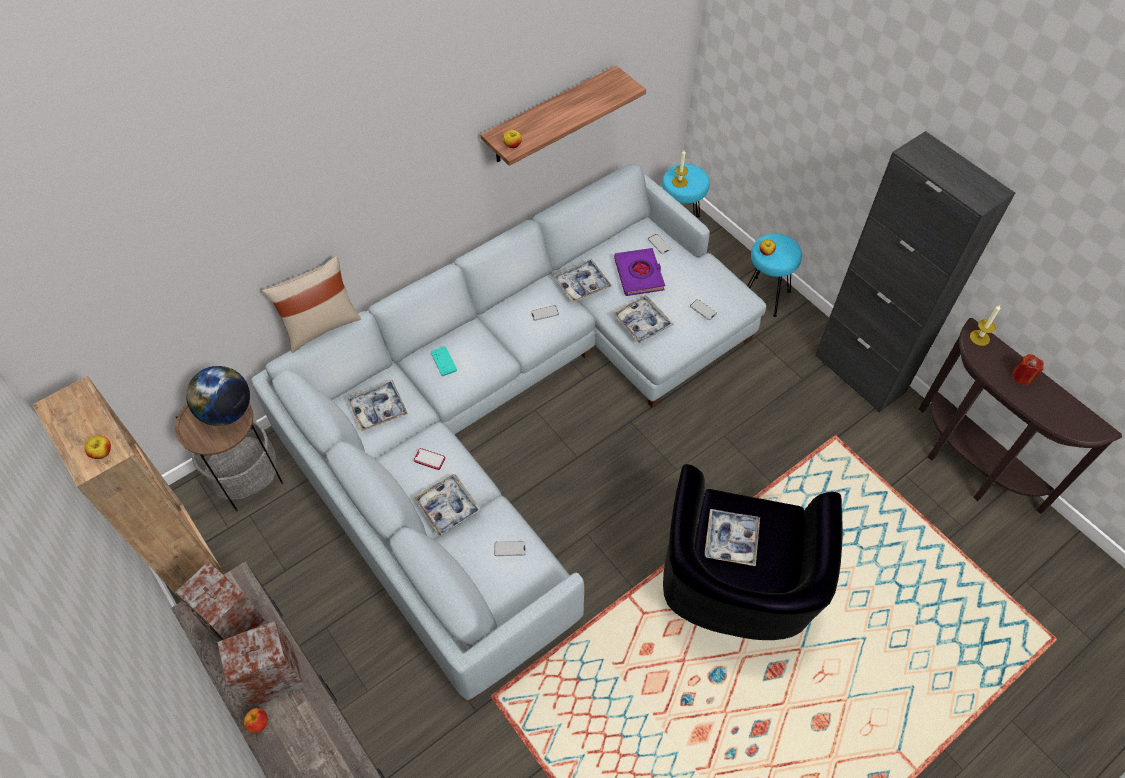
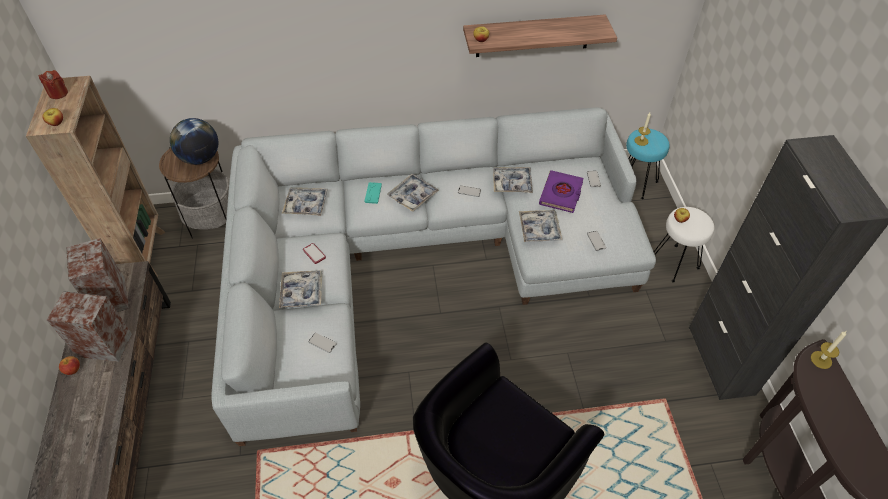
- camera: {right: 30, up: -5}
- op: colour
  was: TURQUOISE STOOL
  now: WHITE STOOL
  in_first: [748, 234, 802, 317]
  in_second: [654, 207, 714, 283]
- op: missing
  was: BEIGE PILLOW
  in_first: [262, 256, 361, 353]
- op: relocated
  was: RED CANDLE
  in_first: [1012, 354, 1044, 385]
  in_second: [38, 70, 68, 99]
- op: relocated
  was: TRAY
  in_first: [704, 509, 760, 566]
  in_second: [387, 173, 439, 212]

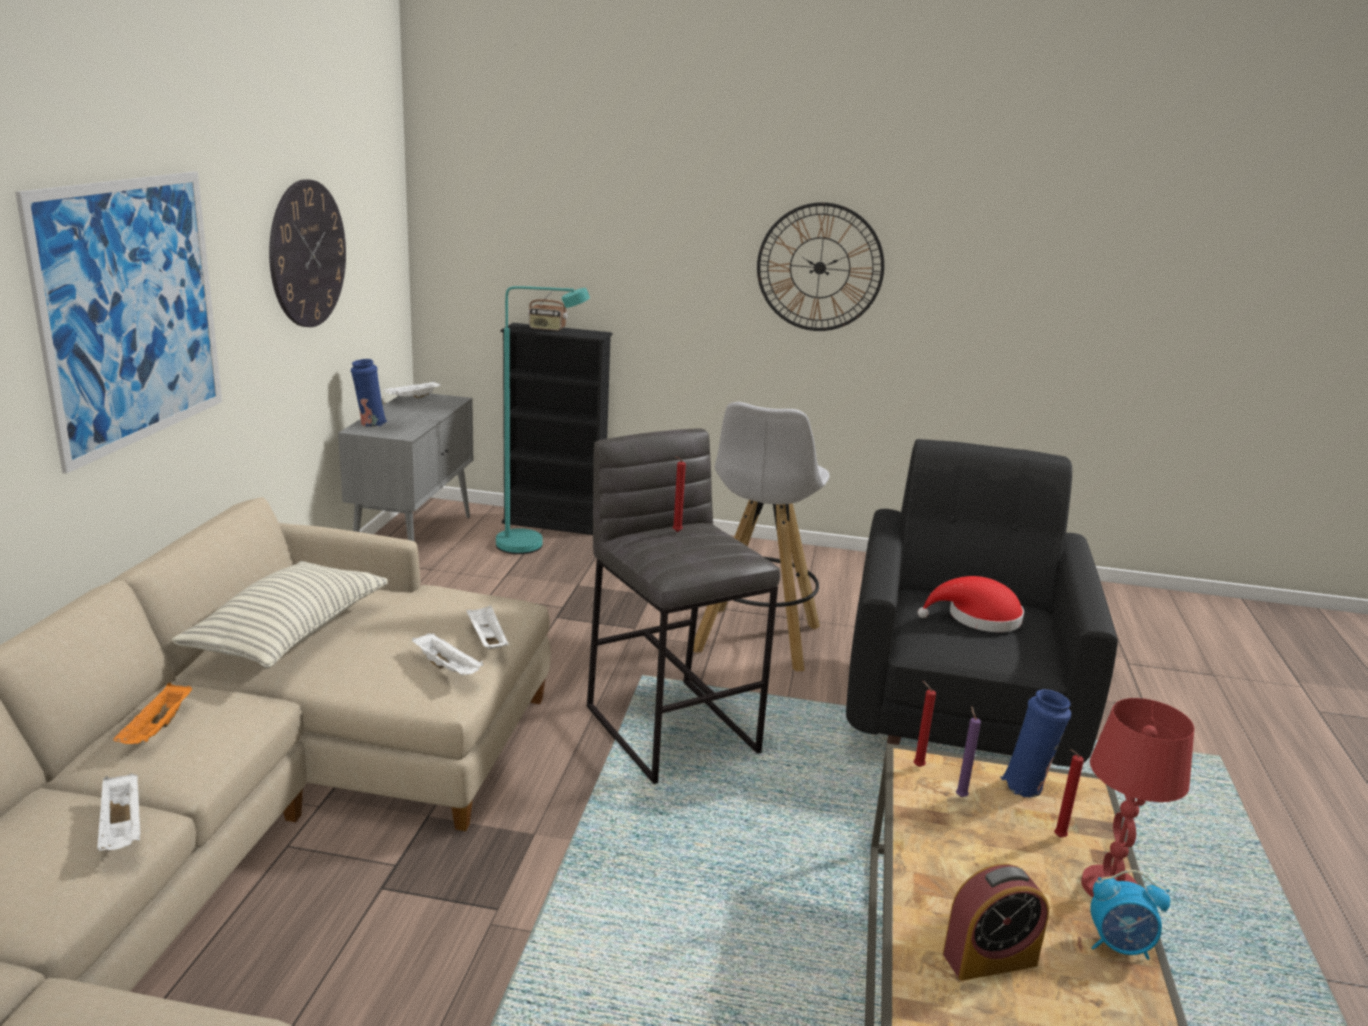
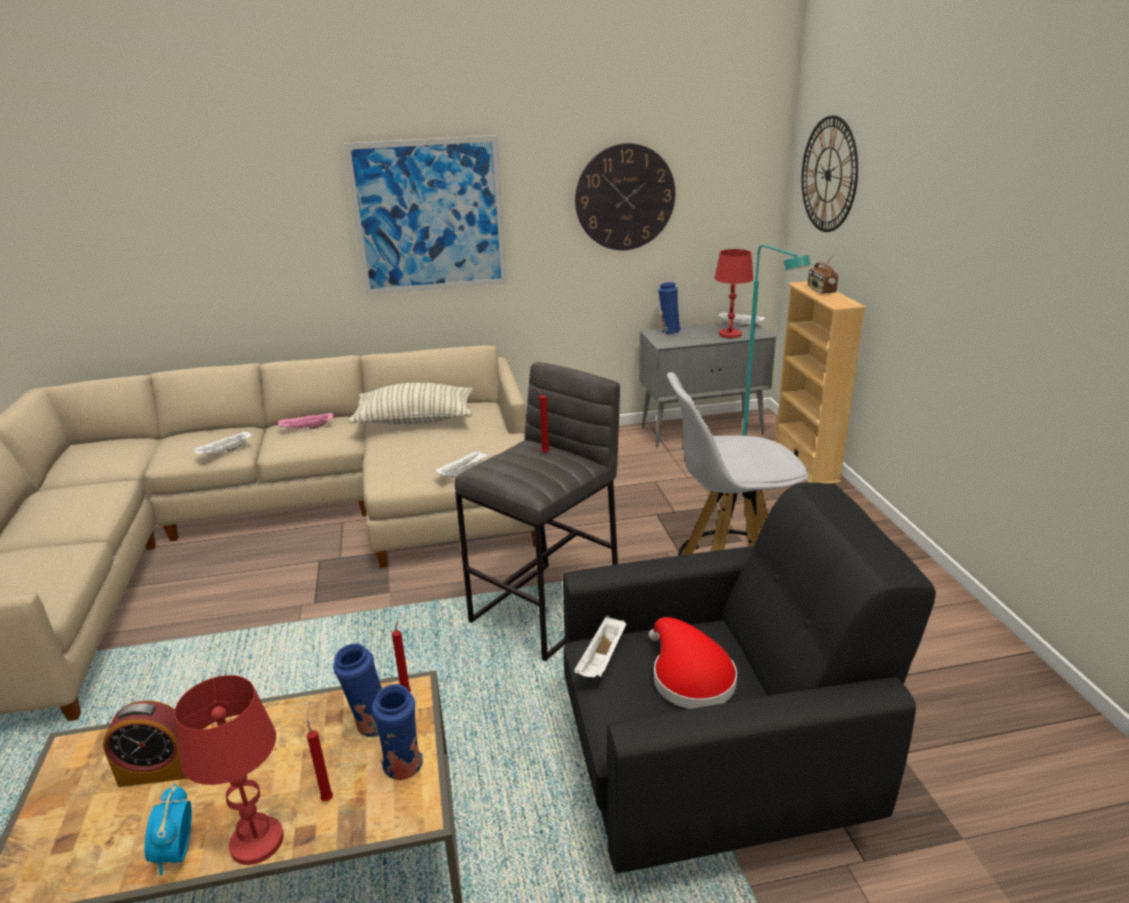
- camera: {right: 70, up: 5}
- op: relocated
  was: WALL CLOCK
  in_first: [757, 202, 884, 331]
  in_second: [802, 115, 858, 232]
- op: colour
  was: BLACK BOOKCASE
  now: BEIGE BOOKCASE
  in_first: [501, 323, 613, 535]
  in_second: [775, 281, 866, 484]
- op: relocated
  was: WHITE TRAY
  in_first: [412, 633, 483, 675]
  in_second: [574, 616, 626, 677]
- op: colour
  was: ORANGE TRAY
  now: PINK TRAY
  in_first: [113, 683, 192, 744]
  in_second: [278, 411, 333, 429]
- op: exchanged
  was: PURPLE CANDLE
  now: BLUE VASE
  in_first: [956, 706, 981, 797]
  in_second: [333, 643, 382, 737]
- op: spun
  was: ALARM CLOCK
  in_first: [943, 864, 1049, 981]
  in_second: [103, 701, 187, 787]
  clockwise: -60
- op: appeared
  now: RED TABLE LAMP
  in_second: [715, 249, 753, 339]

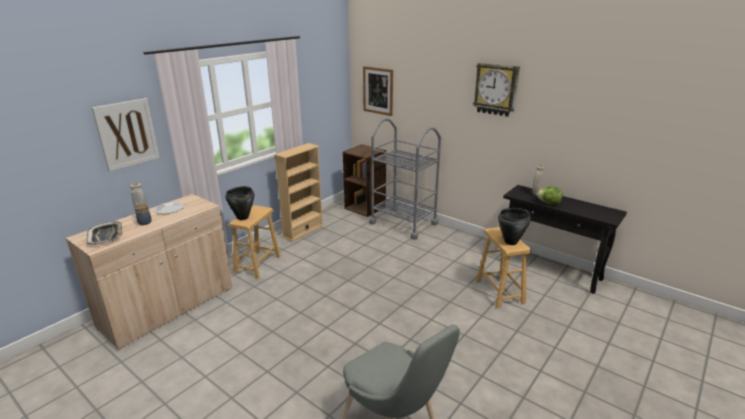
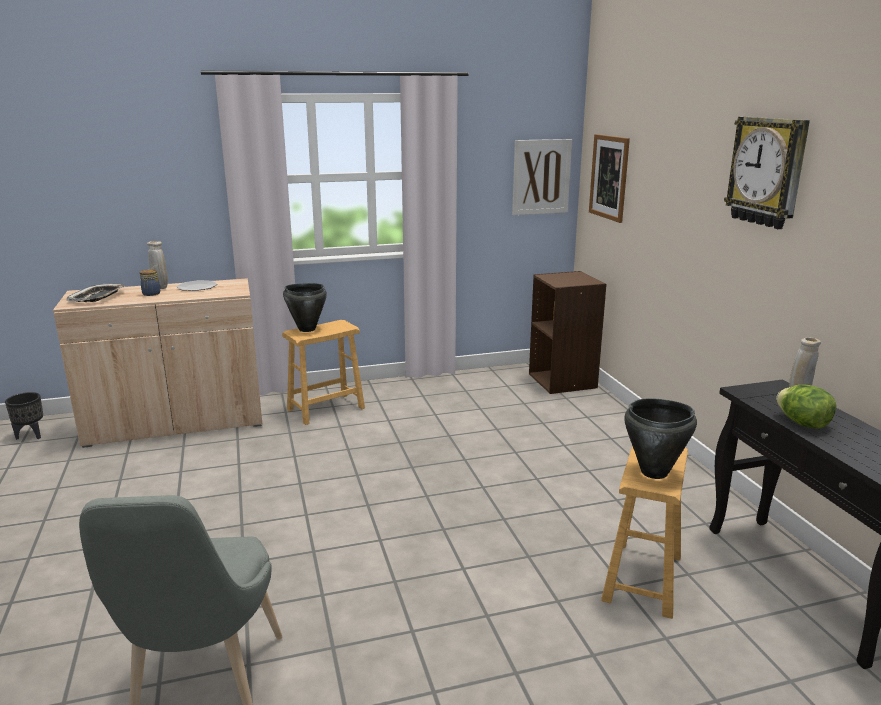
- camera: {right: 35, up: -5}
- op: relocated
  was: PICTURE
  in_first: [92, 98, 160, 172]
  in_second: [512, 139, 572, 215]
- op: missing
  was: GREY CART
  in_first: [369, 118, 441, 240]
- op: missing
  was: BEIGE BOOKCASE
  in_first: [274, 143, 324, 242]
- op: appeared
  now: BLACK PLANTER
  in_second: [5, 392, 43, 440]

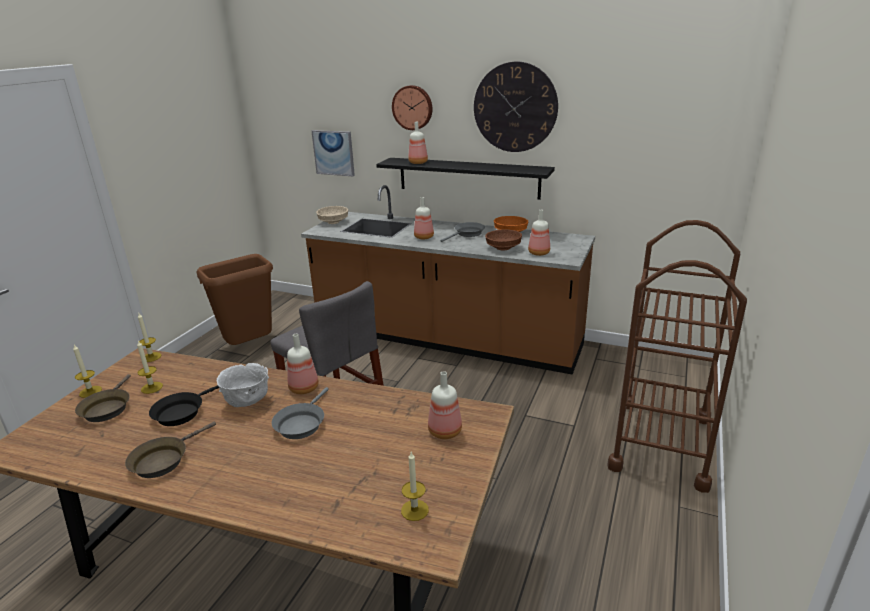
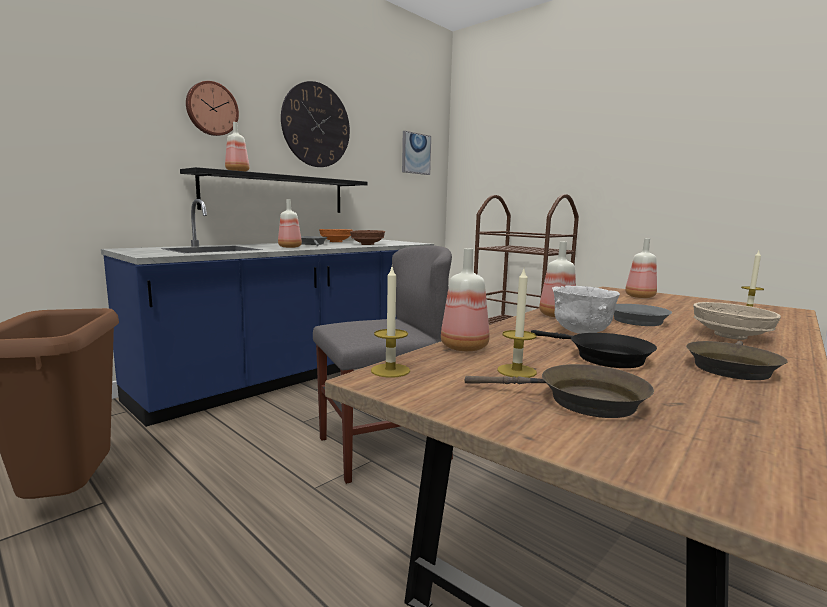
- camera: {right: -70, up: -15}
- op: relocated
  was: PICTURE
  in_first: [311, 130, 355, 176]
  in_second: [402, 131, 431, 175]
- op: colour
  was: BROWN COUNTER
  now: BLUE COUNTER
  in_first: [301, 185, 595, 375]
  in_second: [101, 199, 434, 427]
- op: relocated
  was: BEIGE BOWL
  in_first: [316, 206, 348, 224]
  in_second: [693, 302, 781, 340]
- op: relocated
  was: BOTTLE
  in_first: [528, 210, 550, 256]
  in_second: [441, 248, 489, 351]
- op: missing
  was: CANDLE
  in_first: [73, 345, 102, 398]
- op: spun
  was: BROWN FRYING PAN
  in_first: [125, 422, 216, 478]
  in_second: [686, 341, 788, 380]
  clockwise: 75

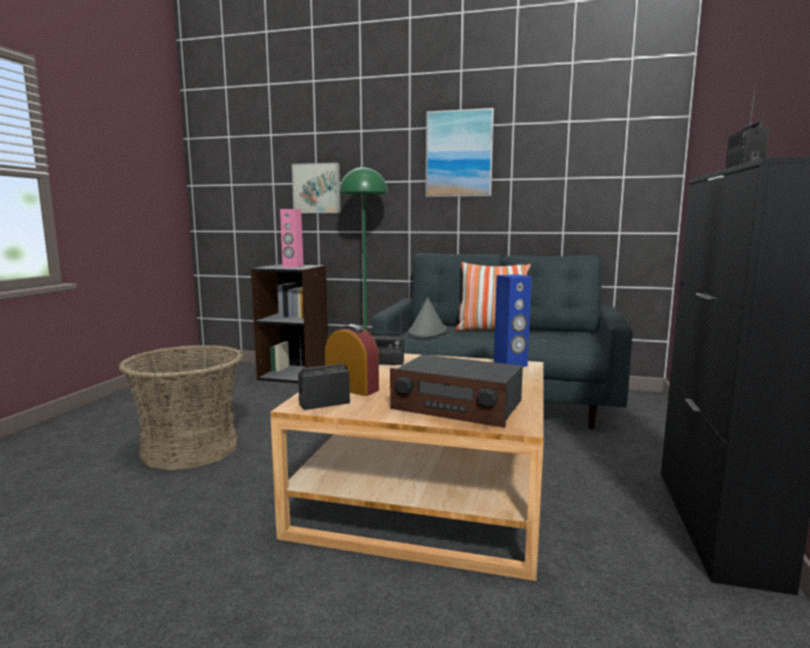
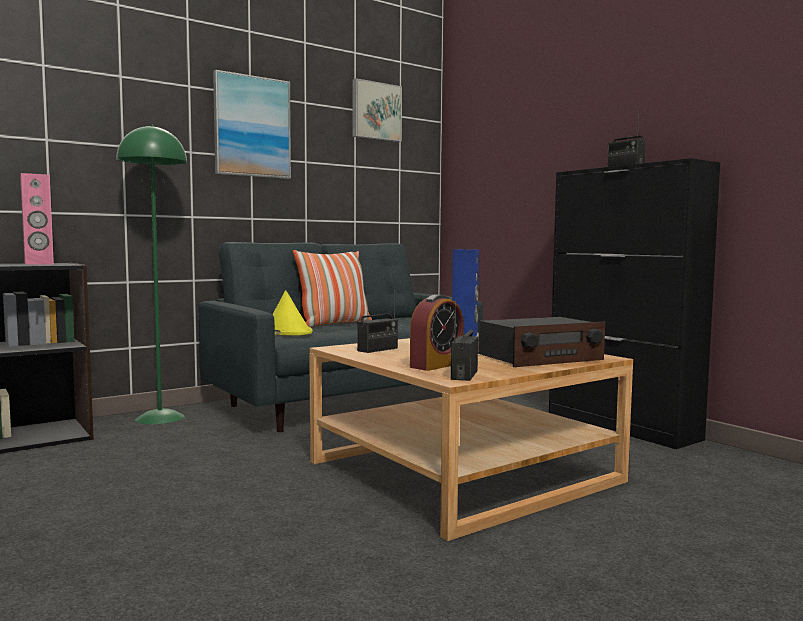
- camera: {right: -50, up: -5}
- op: relocated
  was: PICTURE
  in_first: [292, 163, 340, 213]
  in_second: [352, 78, 402, 142]
- op: colour
  was: GREY HAT
  now: YELLOW HAT
  in_first: [408, 297, 447, 337]
  in_second: [273, 290, 312, 336]
- op: spun
  was: ALARM CLOCK
  in_first: [325, 324, 379, 396]
  in_second: [410, 294, 464, 371]
  clockwise: 150
- op: missing
  was: BASKET
  in_first: [119, 345, 243, 470]

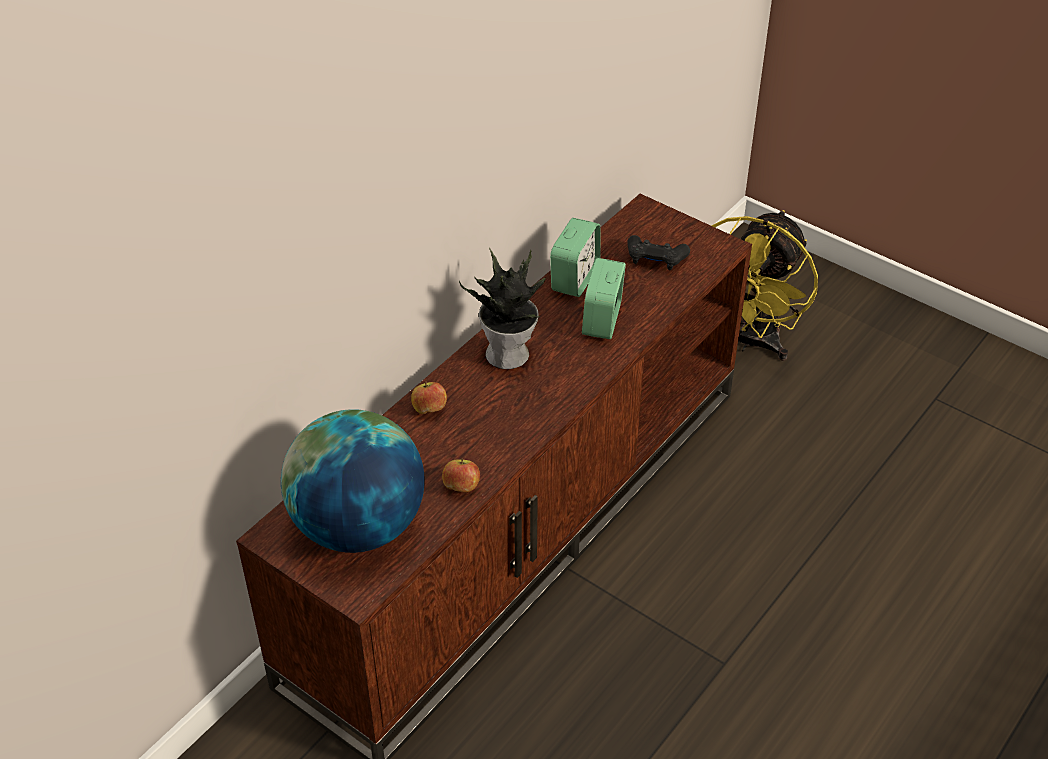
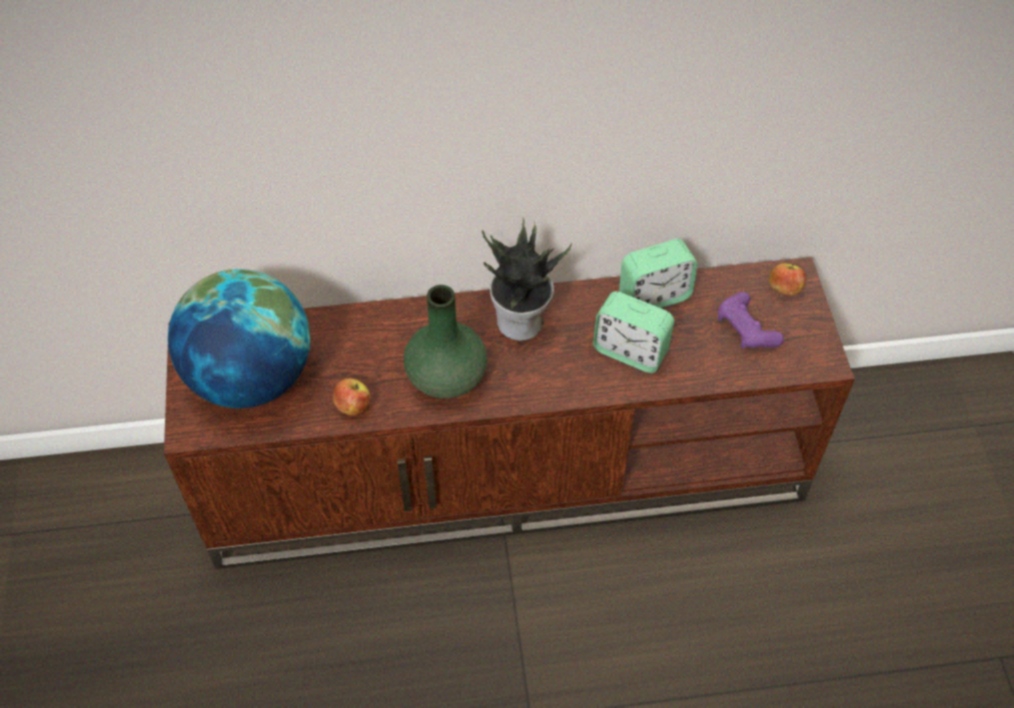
- camera: {right: 45, up: 10}
- op: missing
  was: YELLOW FAN
  in_first: [712, 210, 818, 361]
- op: colour
  was: BLACK GAME CONTROLLER
  now: PURPLE GAME CONTROLLER
  in_first: [627, 235, 690, 270]
  in_second: [718, 292, 784, 349]
- op: spun
  was: ALARM CLOCK
  in_first: [582, 258, 626, 339]
  in_second: [593, 291, 674, 373]
  clockwise: -120
- op: relocated
  was: APPLE
  in_first: [411, 382, 447, 414]
  in_second: [769, 263, 806, 296]
- op: appeared
  now: GREEN VASE
  in_second: [404, 285, 487, 399]

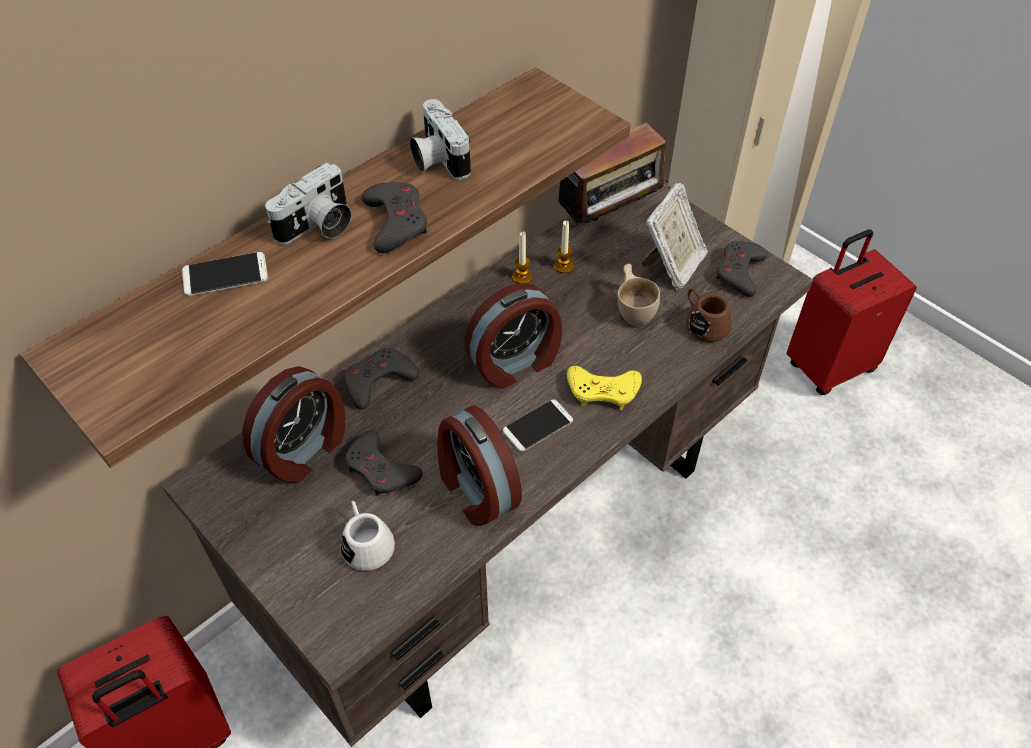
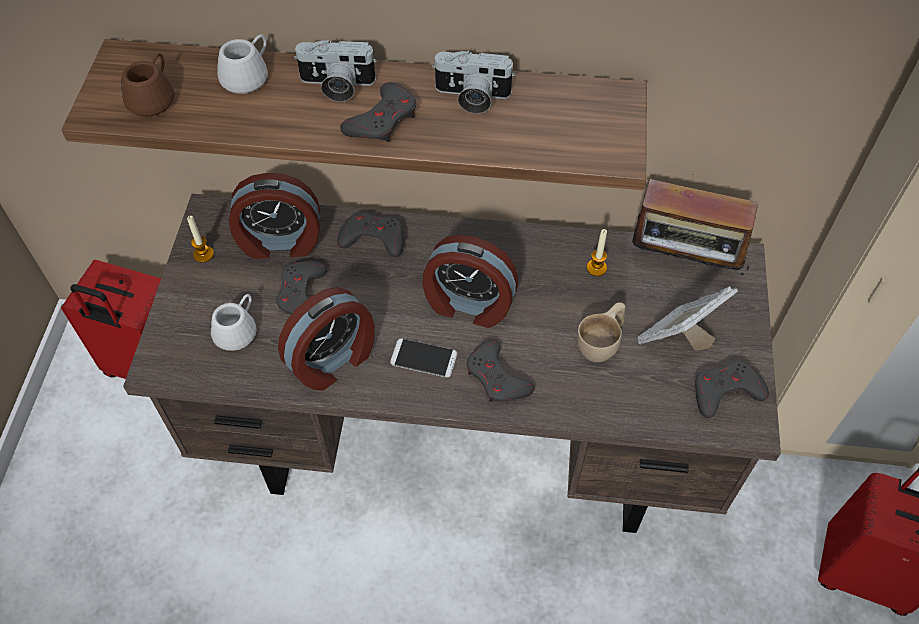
- camera: {right: 50, up: 5}
- op: spun
  was: PHOTO CAMERA
  in_first: [410, 99, 471, 180]
  in_second: [432, 51, 515, 114]
  clockwise: -105
- op: spun
  was: PICTURE FRAME
  in_first: [642, 183, 708, 290]
  in_second: [638, 286, 738, 351]
  clockwise: 150
- op: relocated
  was: CANDLE
  in_first: [512, 232, 533, 284]
  in_second: [187, 216, 214, 263]
- op: exchanged
  was: PHONE
  now: WHITE MUG
  in_first: [182, 252, 268, 296]
  in_second: [217, 34, 268, 94]
- op: relocated
  was: BROWN MUG
  in_first: [686, 288, 732, 342]
  in_second: [121, 53, 175, 117]
- op: colour
  was: YELLOW GAME CONTROLLER
  now: GREY GAME CONTROLLER
  in_first: [567, 366, 642, 410]
  in_second: [466, 340, 535, 402]
- op: spun
  was: ALARM CLOCK
  in_first: [437, 405, 522, 526]
  in_second: [278, 287, 375, 390]
  clockwise: -150

